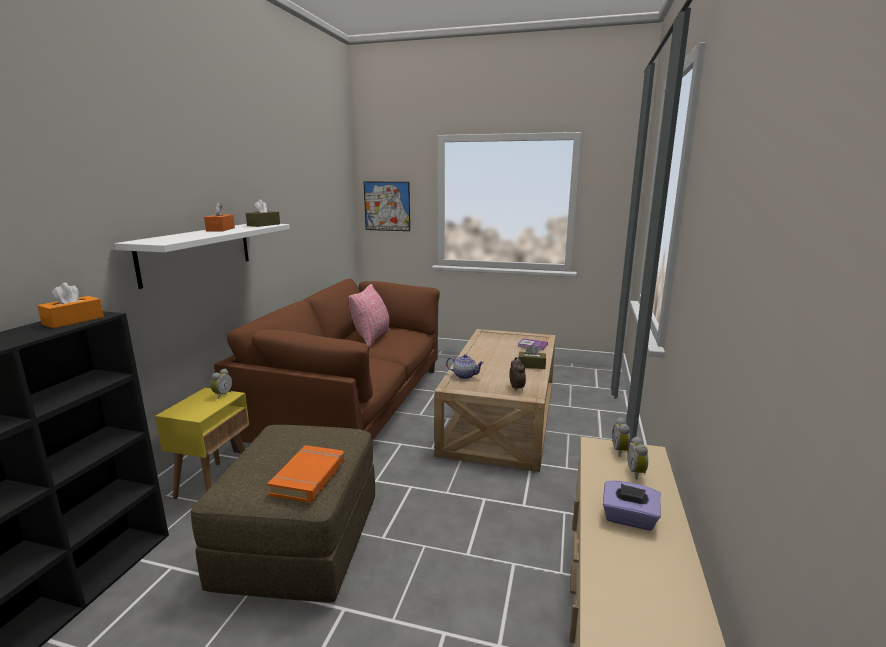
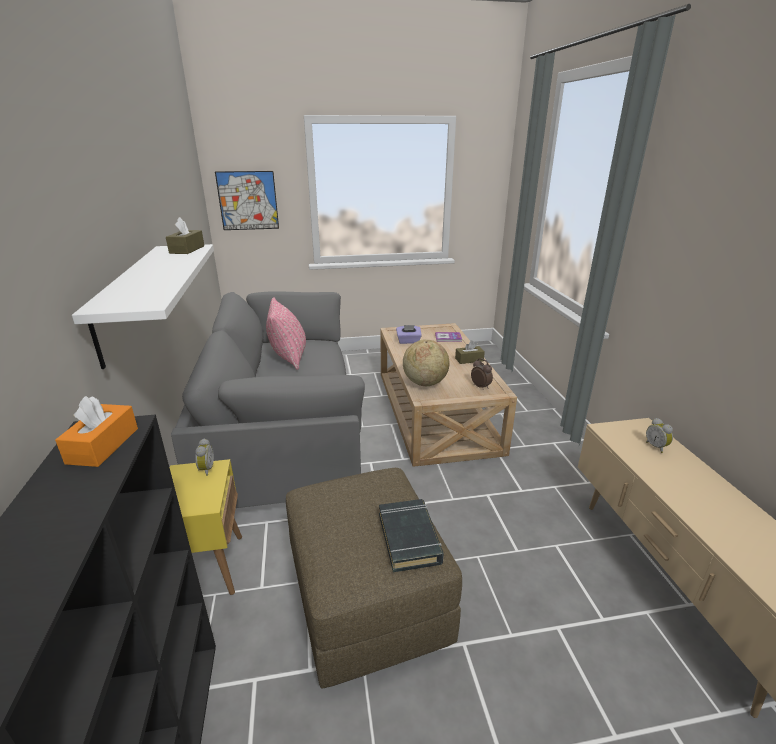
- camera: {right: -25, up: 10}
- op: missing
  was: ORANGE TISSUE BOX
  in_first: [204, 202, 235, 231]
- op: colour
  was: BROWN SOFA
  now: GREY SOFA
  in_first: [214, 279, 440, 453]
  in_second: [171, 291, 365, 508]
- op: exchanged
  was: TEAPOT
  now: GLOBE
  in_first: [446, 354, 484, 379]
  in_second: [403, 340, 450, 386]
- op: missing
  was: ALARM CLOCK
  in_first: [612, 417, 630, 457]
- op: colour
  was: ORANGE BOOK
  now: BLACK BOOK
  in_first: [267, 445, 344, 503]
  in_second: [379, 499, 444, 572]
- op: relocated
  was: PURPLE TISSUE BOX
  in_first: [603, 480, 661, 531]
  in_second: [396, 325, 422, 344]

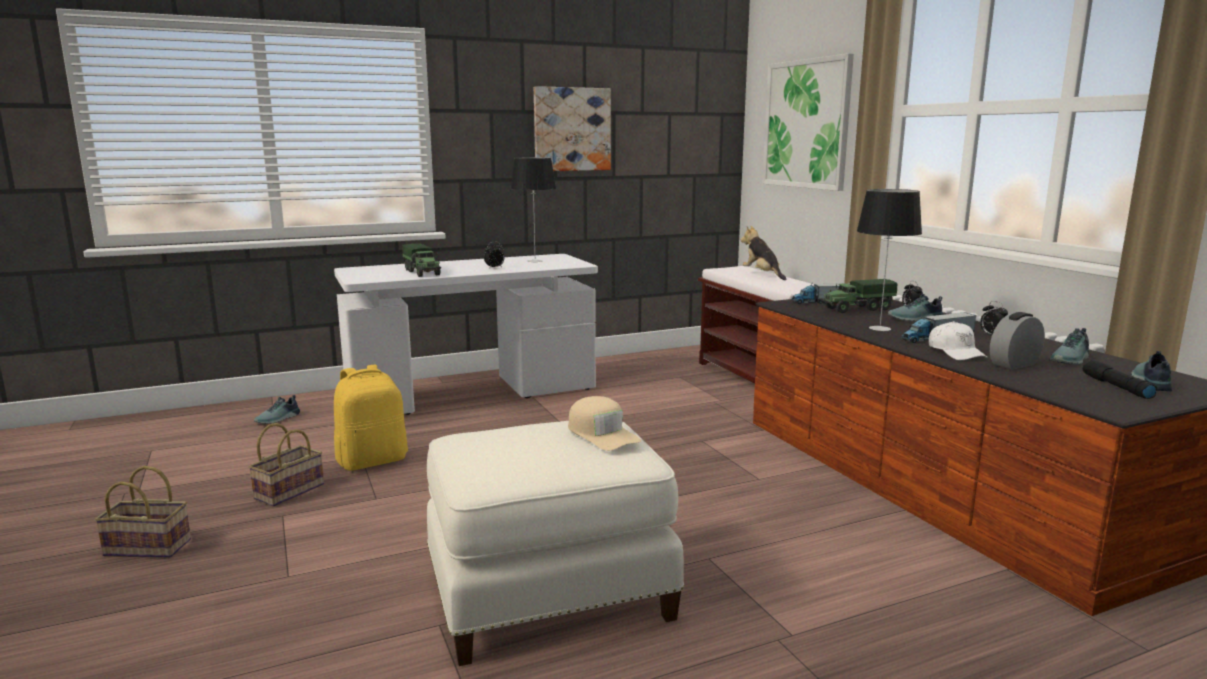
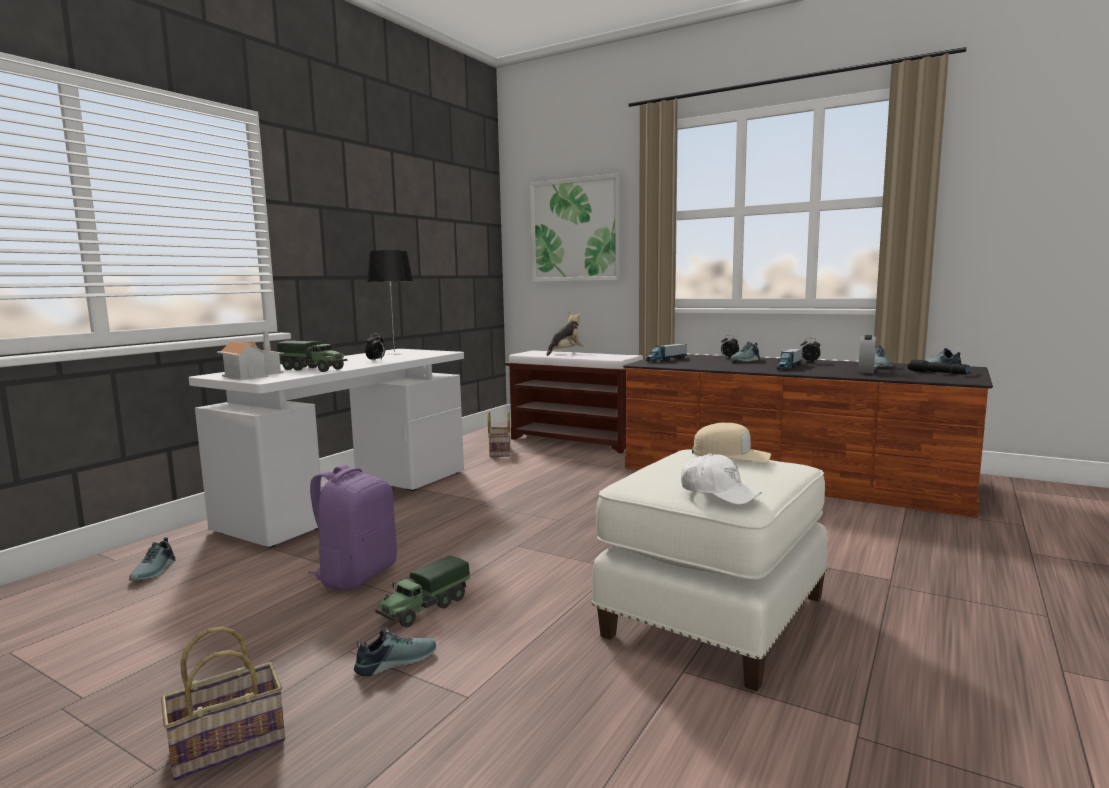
- camera: {right: -35, up: -5}
- op: missing
  was: PICTURE
  in_first: [534, 86, 611, 171]
- op: missing
  was: TABLE LAMP
  in_first: [857, 189, 922, 331]
- op: spun
  was: PLUSH TOY
  in_first: [741, 226, 786, 280]
  in_second: [546, 312, 583, 356]
  clockwise: 105
- op: relocated
  was: TOY TRUCK
  in_first: [821, 279, 897, 313]
  in_second: [375, 555, 470, 628]
- op: relocated
  was: WHITE CAP
  in_first: [929, 321, 988, 360]
  in_second: [681, 453, 762, 505]
- op: colour
  was: YELLOW BACKPACK
  now: PURPLE BACKPACK
  in_first: [334, 364, 408, 471]
  in_second: [308, 465, 397, 590]
- op: relocated
  was: BASKET
  in_first: [248, 423, 324, 507]
  in_second: [488, 410, 510, 457]
- op: appeared
  now: TOY HOUSE
  in_second: [217, 330, 284, 380]
- op: appeared
  now: SHOE
  in_second: [354, 628, 436, 677]

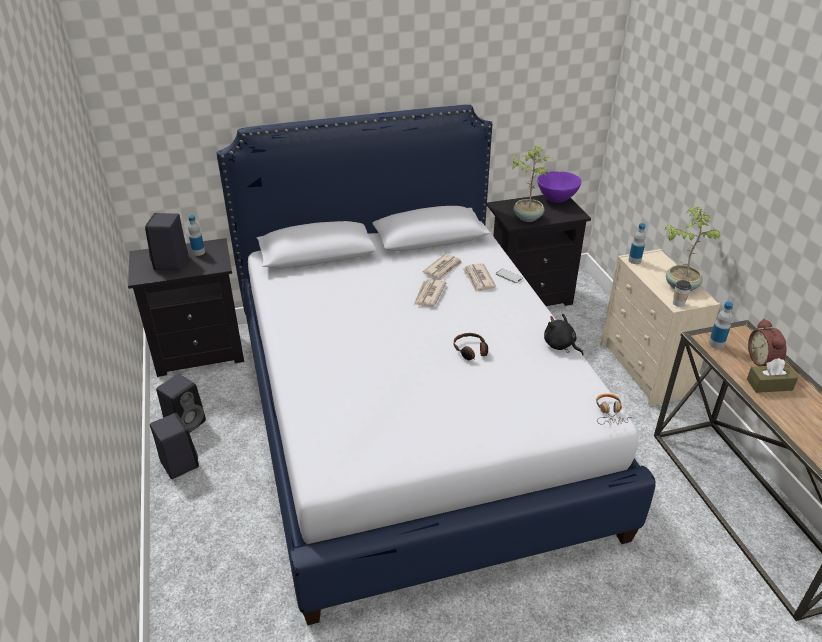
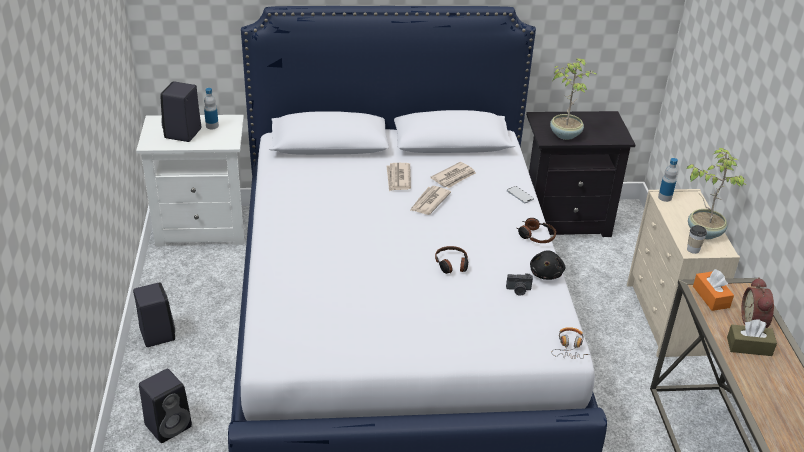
- camera: {right: 10, up: 0}
- op: missing
  was: PURPLE BOWL
  in_first: [537, 171, 581, 203]
- op: colour
  was: BLACK NIGHTSTAND
  now: WHITE NIGHTSTAND
  in_first: [128, 238, 244, 377]
  in_second: [136, 115, 245, 246]
- op: relocated
  was: NEWSPAPER
  in_first: [463, 263, 496, 292]
  in_second: [387, 163, 411, 191]
- op: exchanged
  was: BOTTLE
  now: ORANGE TISSUE BOX
  in_first: [709, 302, 733, 349]
  in_second: [693, 269, 734, 311]
- op: spun
  was: BLACK PLUSH TOY
  in_first: [544, 314, 584, 356]
  in_second: [530, 251, 565, 280]
  clockwise: -135
- op: relocated
  was: BLACK SPEAKER
  in_first: [156, 374, 206, 433]
  in_second: [139, 369, 192, 443]
- op: appeared
  now: HEADPHONES
  in_second: [516, 218, 556, 243]
- op: appeared
  now: PHOTO CAMERA
  in_second: [506, 273, 533, 296]

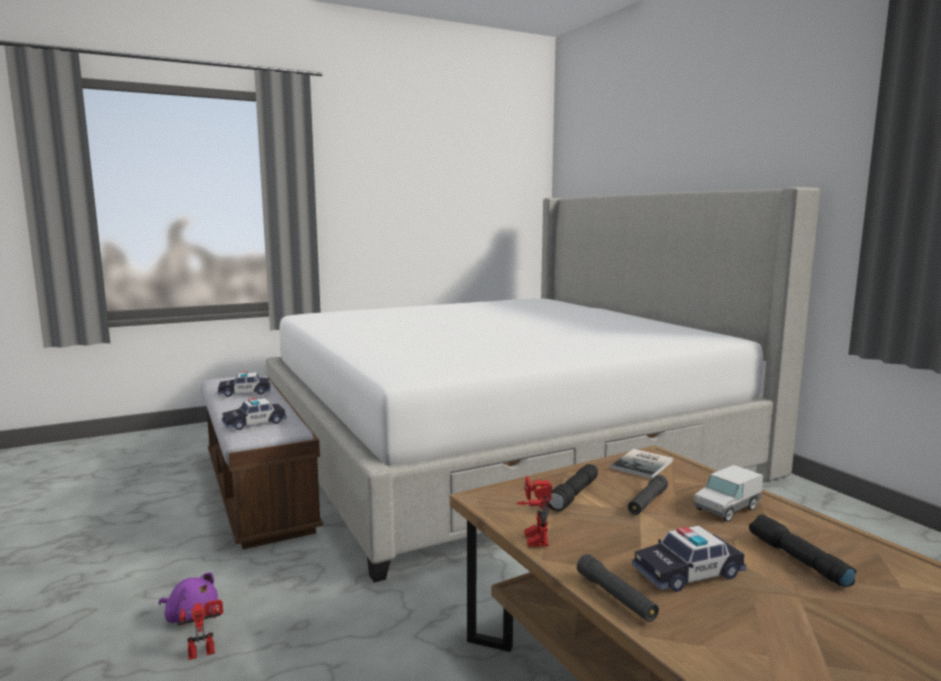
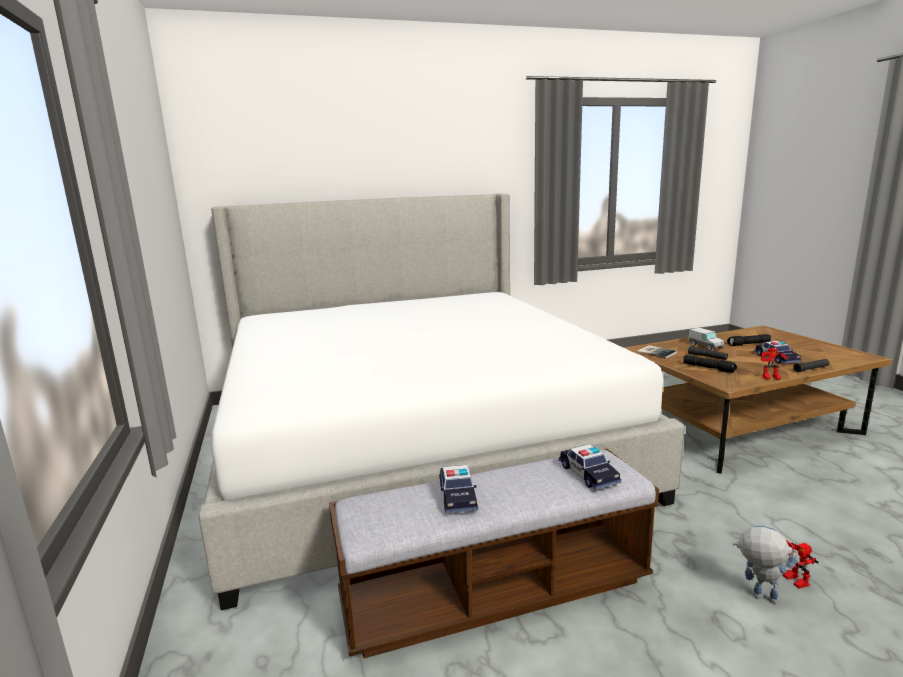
- camera: {right: -80, up: 5}
- op: exchanged
  was: PURPLE PLUSH TOY
  now: TOY ROBOT
  in_first: [159, 572, 218, 623]
  in_second: [733, 525, 798, 604]

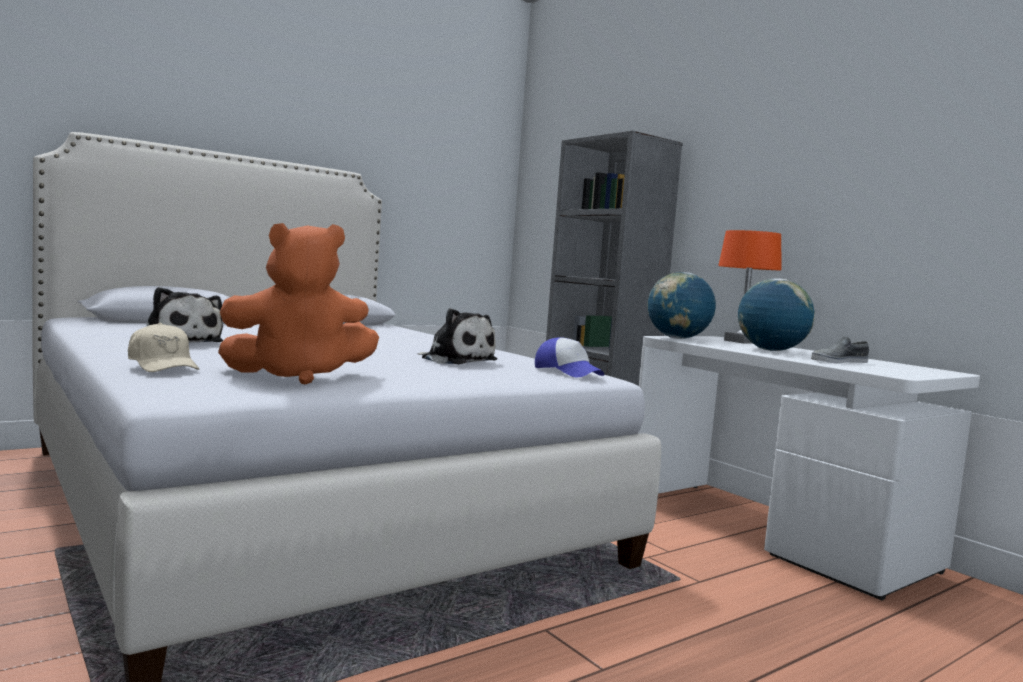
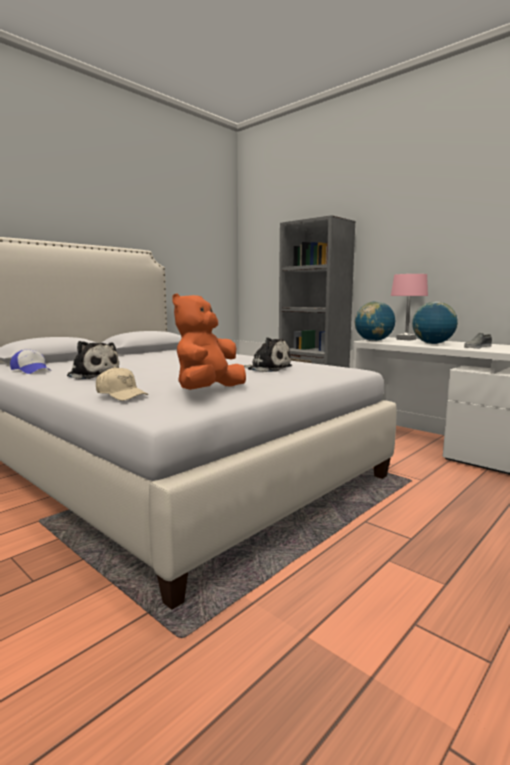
- camera: {right: -10, up: 5}
- op: spun
  was: ORANGE PLUSH TOY
  in_first: [218, 223, 379, 384]
  in_second: [172, 293, 246, 390]
  clockwise: 150
- op: colour
  was: ORANGE TABLE LAMP
  now: PINK TABLE LAMP
  in_first: [718, 230, 781, 344]
  in_second: [391, 274, 428, 341]
- op: relocated
  was: CAP
  in_first: [535, 337, 604, 377]
  in_second: [10, 350, 51, 374]

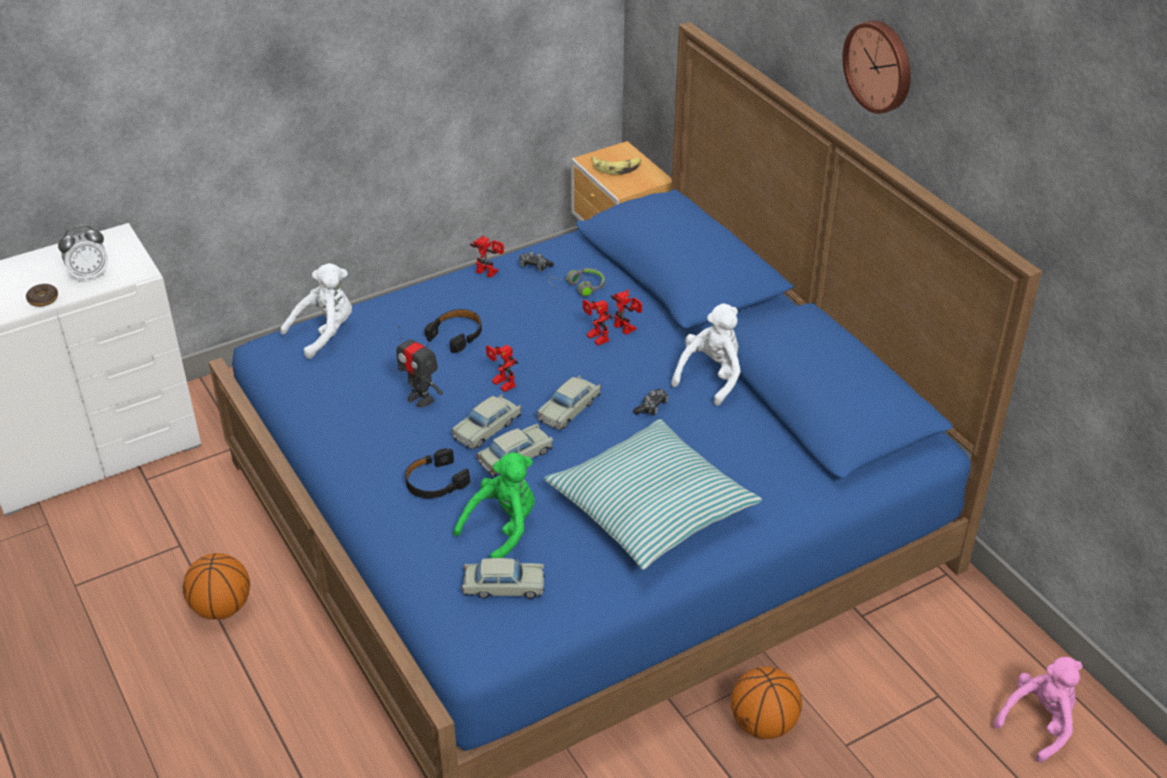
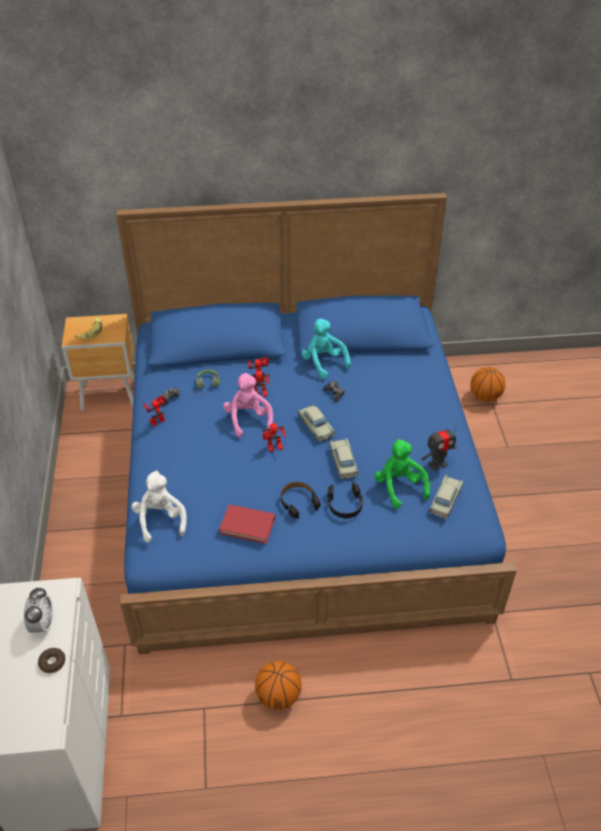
- camera: {right: -65, up: 5}
- op: missing
  was: WALL CLOCK
  in_first: [842, 20, 911, 114]
- op: colour
  was: WHITE PLUSH TOY
  now: TURQUOISE PLUSH TOY
  in_first: [671, 304, 741, 406]
  in_second: [301, 319, 351, 379]
- op: relocated
  was: BLACK HEADPHONES
  in_first: [424, 309, 482, 353]
  in_second: [281, 482, 321, 519]
- op: relocated
  was: TOY ROBOT
  in_first: [396, 326, 443, 407]
  in_second: [421, 424, 457, 470]
- op: missing
  was: BEIGE TOY CAR
  in_first: [451, 394, 521, 449]
- op: missing
  was: PILLOW
  in_first: [544, 419, 762, 570]
- op: relocated
  was: PINK PLUSH TOY
  in_first: [993, 657, 1082, 763]
  in_second: [223, 373, 273, 437]
- op: relocated
  was: BASKETBALL
  in_first: [731, 667, 802, 739]
  in_second: [471, 367, 506, 402]
- op: appeared
  now: RED BOOK
  in_second: [219, 505, 275, 544]

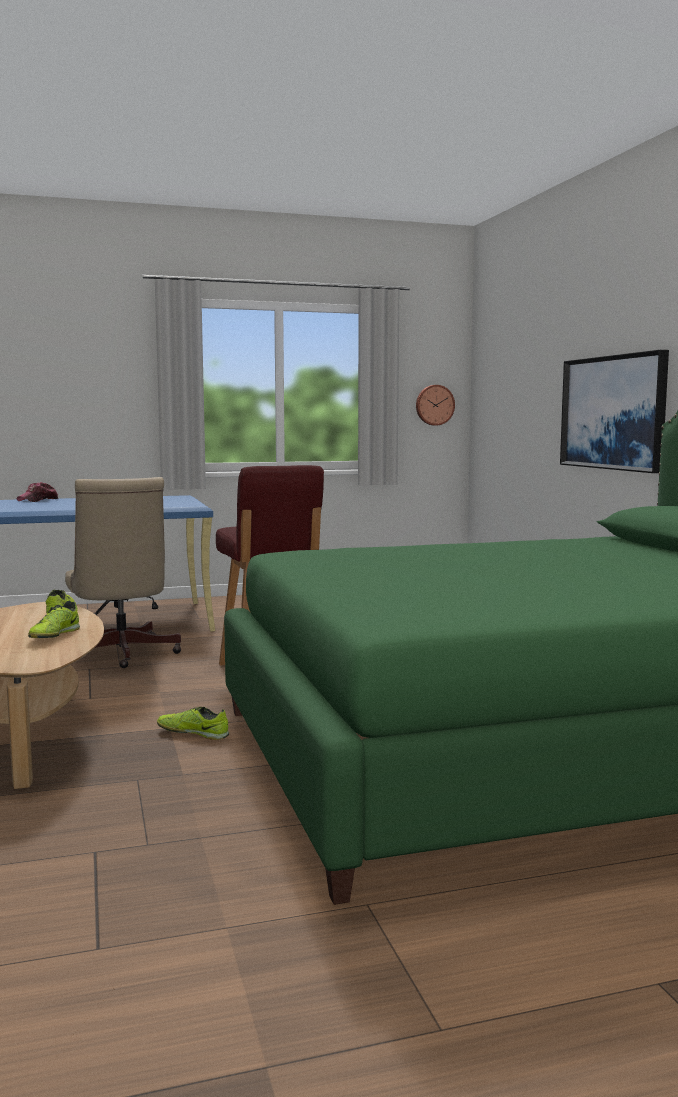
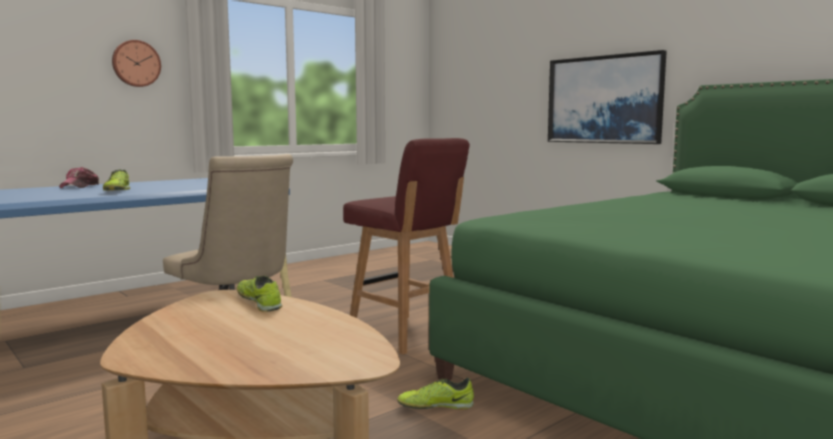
- camera: {right: -25, up: 0}
- op: relocated
  was: WALL CLOCK
  in_first: [416, 385, 455, 426]
  in_second: [112, 40, 161, 87]
- op: relocated
  was: SHOE
  in_first: [28, 601, 80, 638]
  in_second: [103, 169, 130, 191]

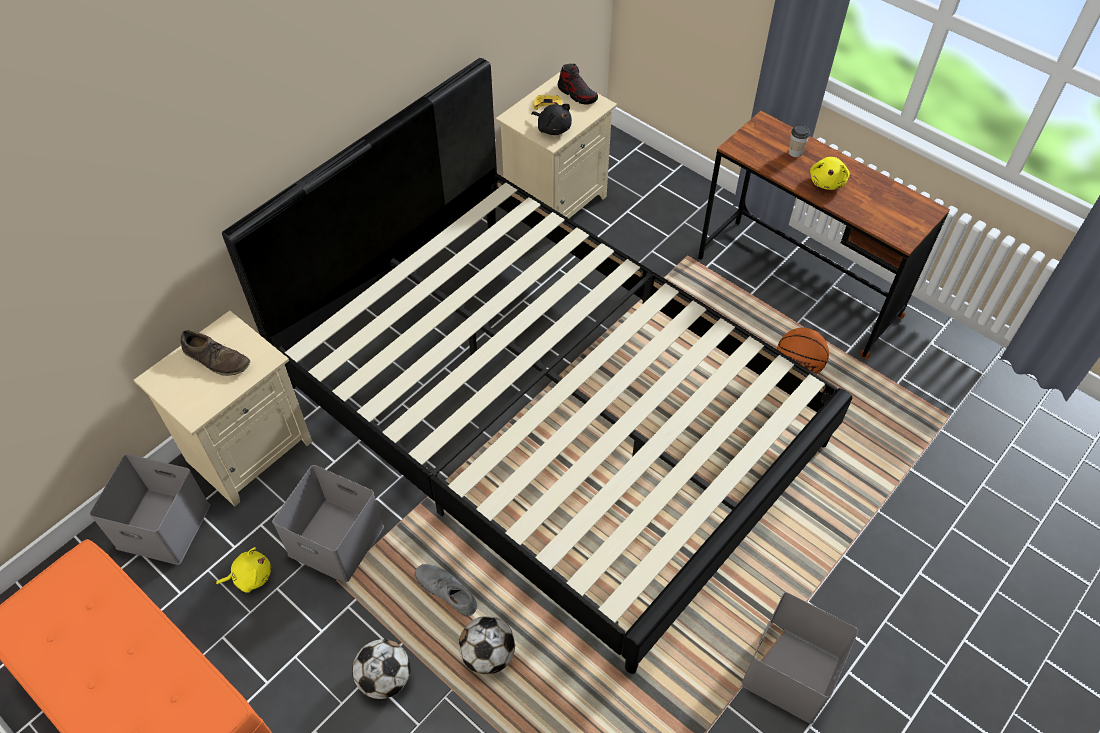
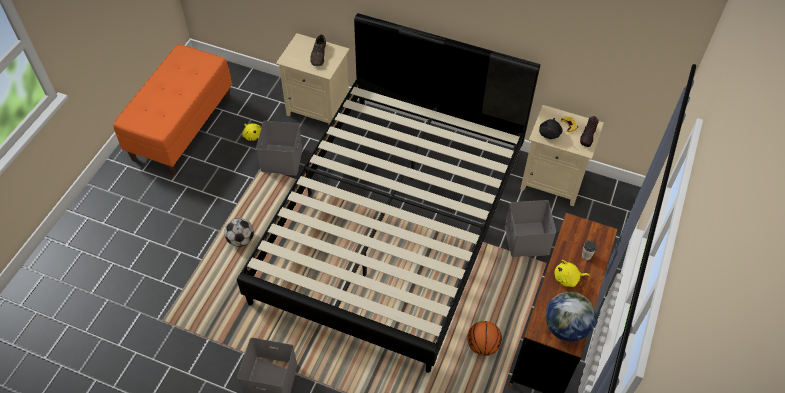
- camera: {right: 70, up: 0}
- op: relocated
  was: GREY STORAGE BOX
  in_first: [90, 454, 210, 565]
  in_second: [505, 200, 556, 257]
- op: missing
  was: GREY SHOE
  in_first: [415, 564, 477, 616]
- op: missing
  was: FOOTBALL
  in_first: [352, 639, 411, 699]
- op: appeared
  now: GLOBE
  in_second: [545, 292, 596, 342]

